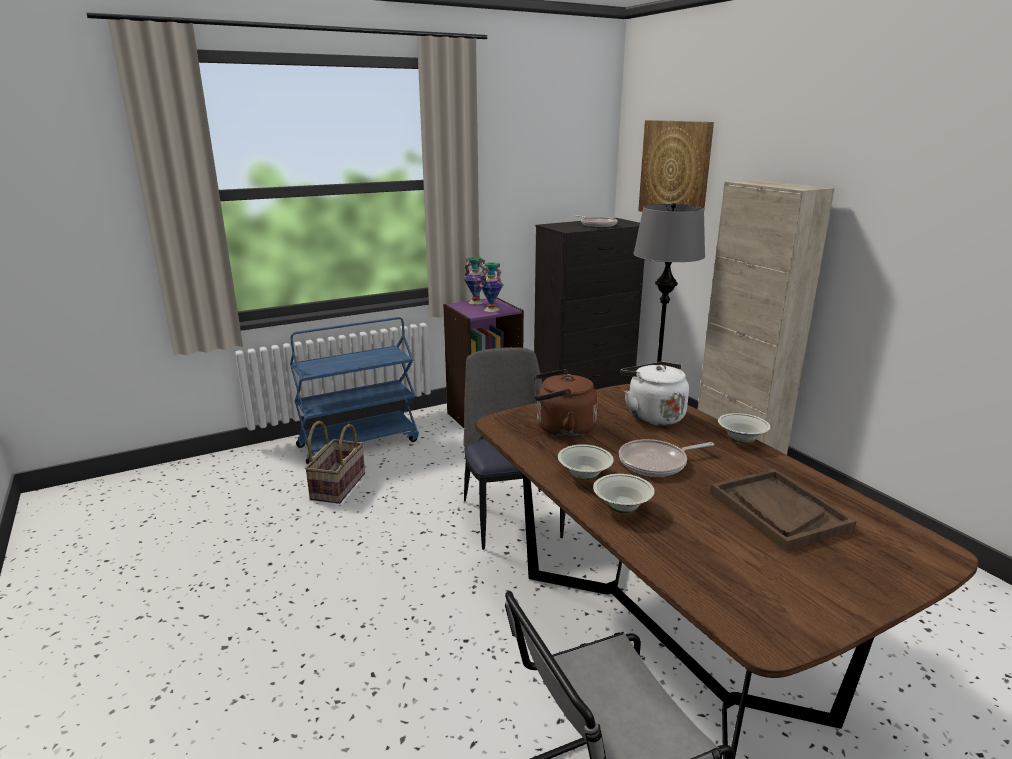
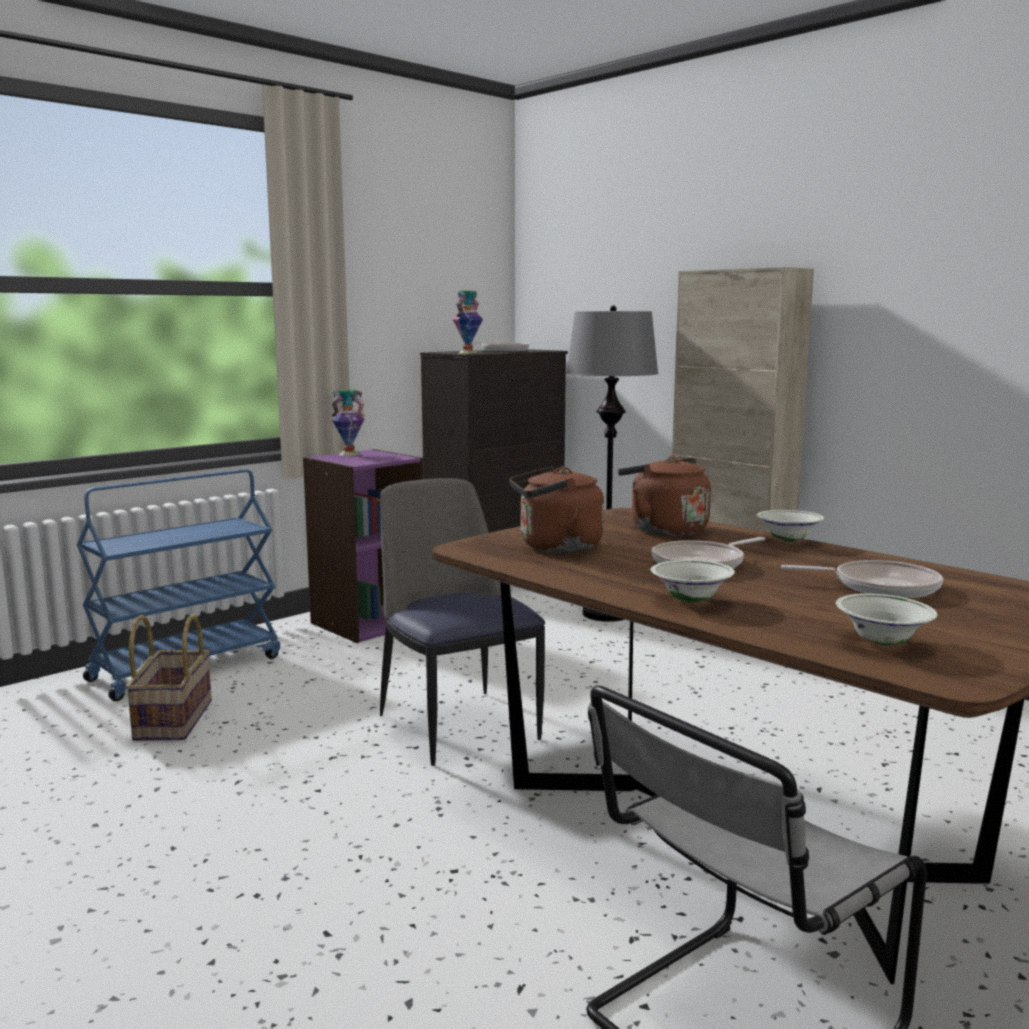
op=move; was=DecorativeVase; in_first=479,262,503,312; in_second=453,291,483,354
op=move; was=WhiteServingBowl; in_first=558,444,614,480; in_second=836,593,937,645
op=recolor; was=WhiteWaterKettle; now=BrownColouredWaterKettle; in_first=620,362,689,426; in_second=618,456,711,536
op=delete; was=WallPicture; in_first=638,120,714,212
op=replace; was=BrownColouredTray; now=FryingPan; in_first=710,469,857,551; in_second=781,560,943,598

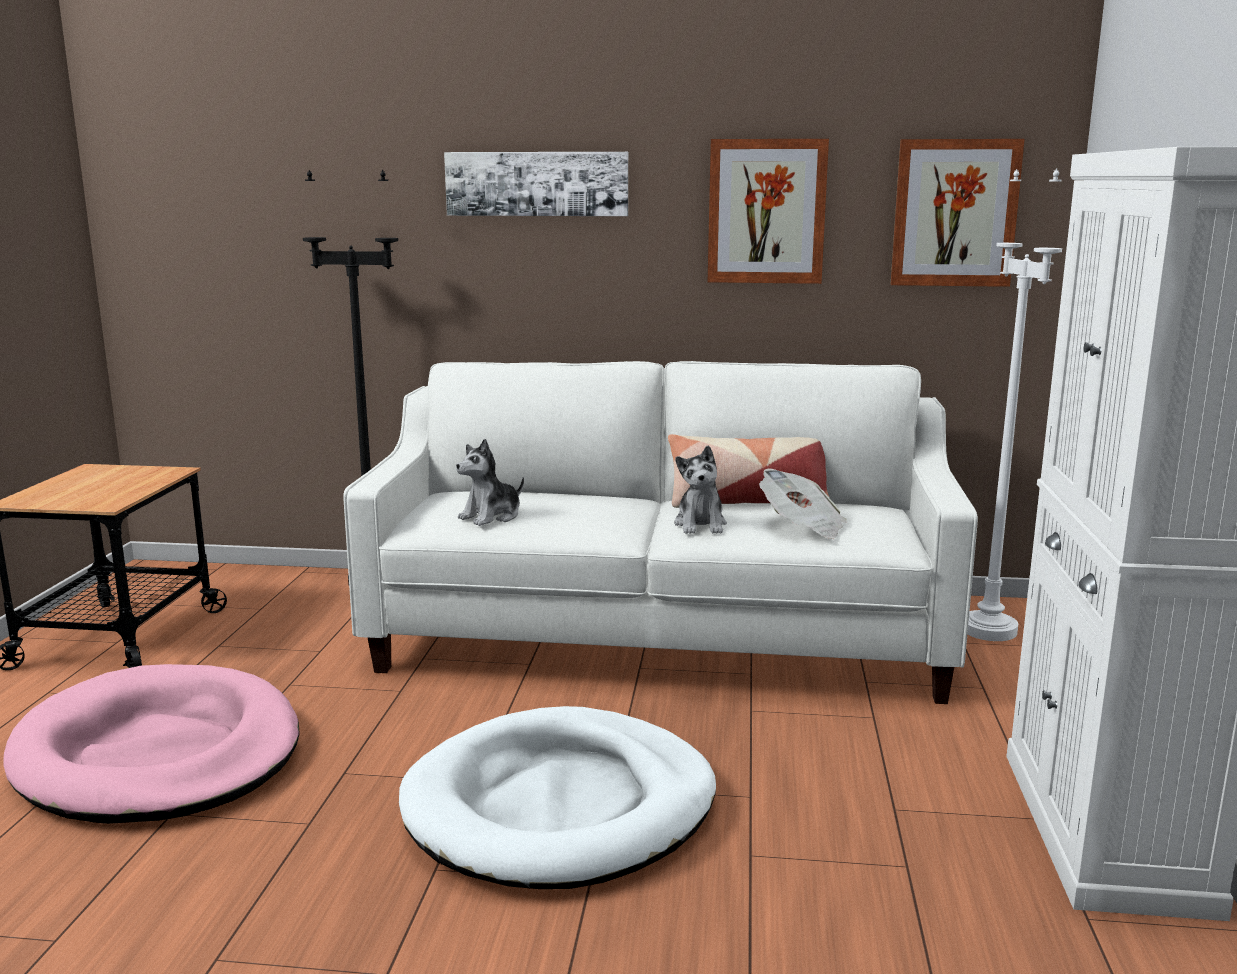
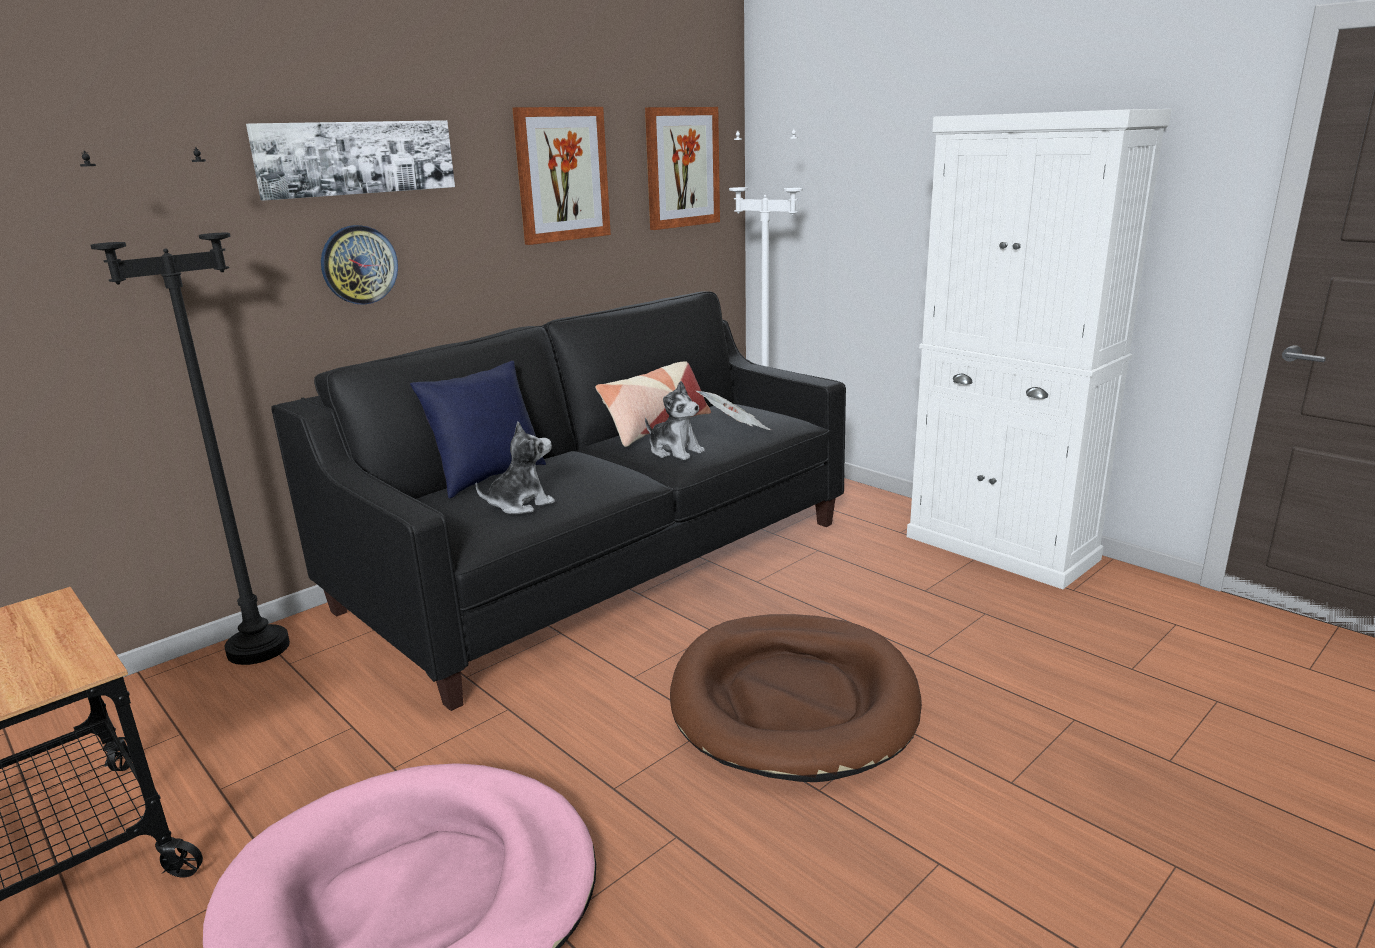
op=recolor; was=WhiteSettee; now=BlackSettee; in_first=343,361,978,704; in_second=271,291,846,711
op=recolor; was=WhitePetBed; now=BrownColouredPetBed; in_first=399,706,716,889; in_second=670,614,922,782
op=rotate; was=SoftToy; in_first=456,439,524,526; in_second=475,422,555,514; clockwise=-120
op=insert; now=WallClock; in_second=321,225,398,305
op=insert; now=BluePillow; in_second=410,361,546,498

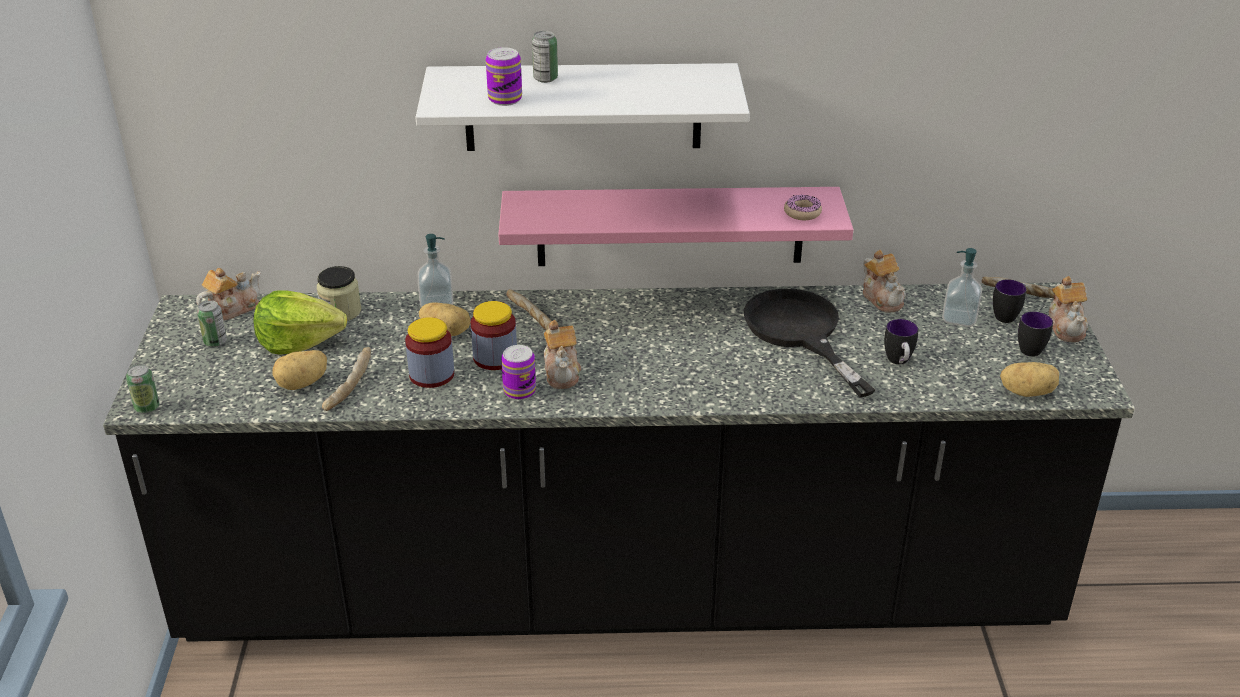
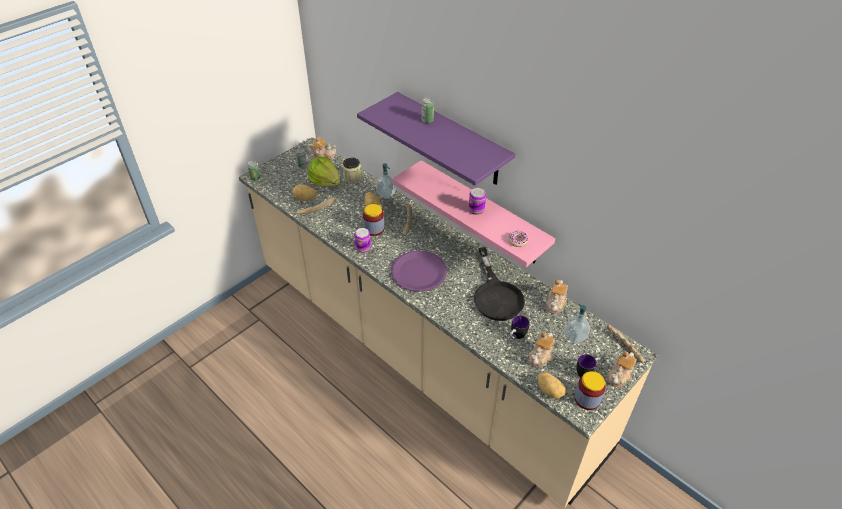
op=recolor; was=BlackKitchenCounter; now=SandColouredKitchenCounter; in_first=103,282,1135,642; in_second=239,137,658,508
op=move; was=PreserveJar; in_first=405,317,454,388; in_second=574,371,606,410
op=recolor; was=WhiteWallShelf; now=PurpleColouredWallShelf; in_first=415,63,750,151; in_second=357,92,515,186
op=move; was=Can; in_first=486,47,522,106; in_second=469,188,486,215
op=move; was=TeaPot; in_first=544,320,581,389; in_second=528,332,555,368
op=rotate; was=BlackFryingPan; in_first=744,289,875,398; in_second=474,247,525,321; clockwise=150
op=delete; was=Mug; in_first=993,279,1027,323
op=insert; now=PurpleColouredPlate; in_second=391,250,447,292

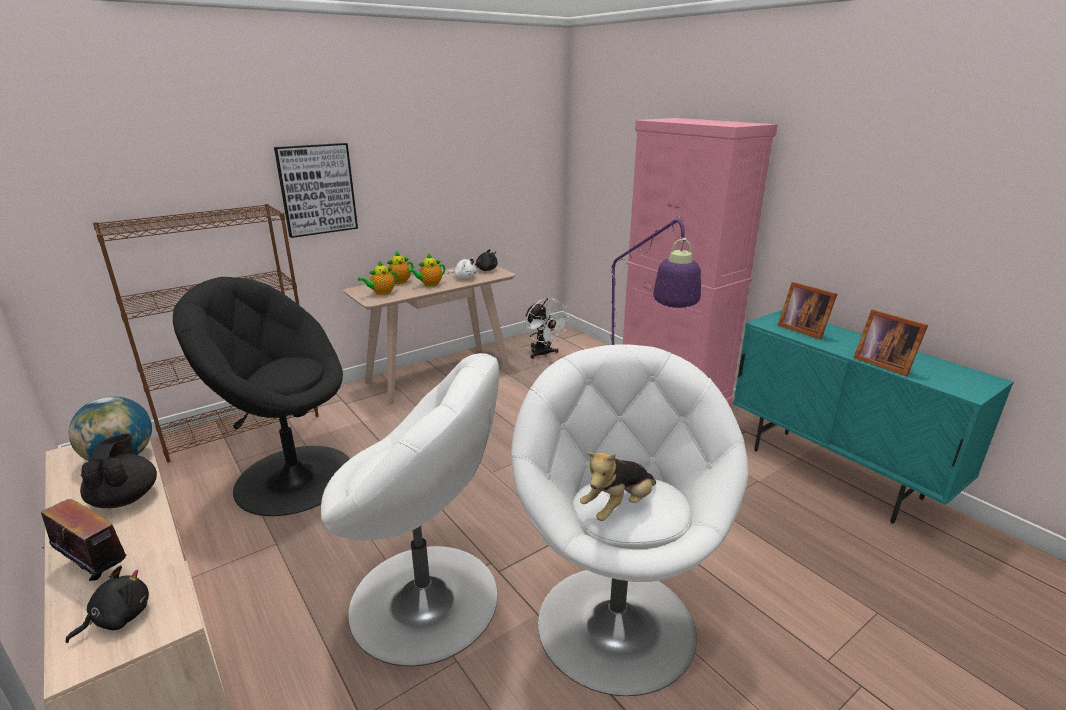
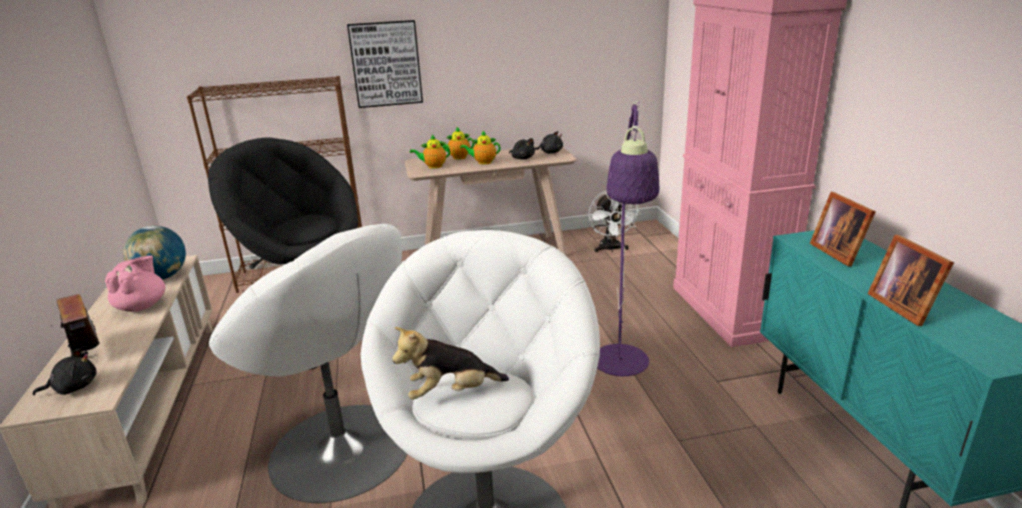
op=recolor; was=BlackTeaPot; now=PinkColouredTeaPot; in_first=80,434,157,508; in_second=105,256,165,312
op=recolor; was=WhiteSoftToy; now=BlackSoftToy; in_first=448,257,477,279; in_second=509,138,535,159

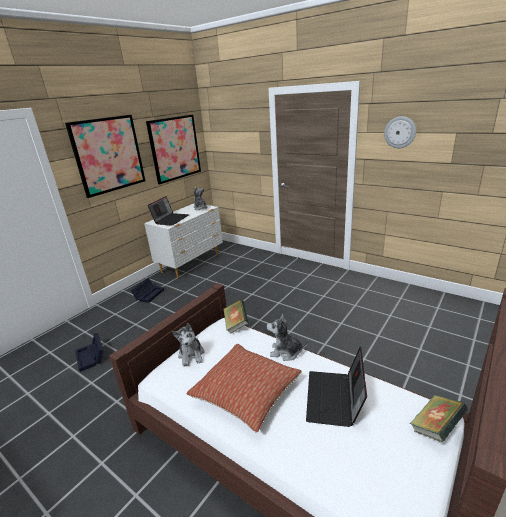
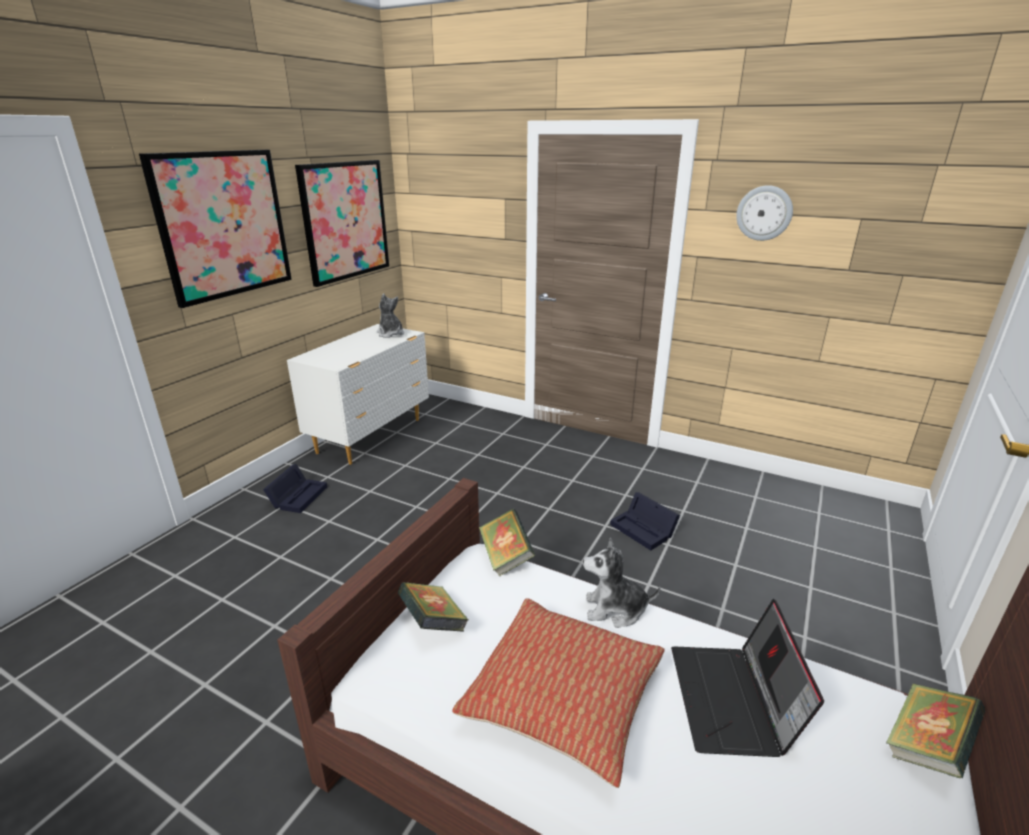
op=move; was=BlackStorageBox; in_first=75,333,104,372; in_second=610,492,680,550
op=delete; was=NotebookComputer; in_first=148,196,189,226
op=replace; was=SoftToy; now=Volume; in_first=172,323,205,367; in_second=398,582,468,632

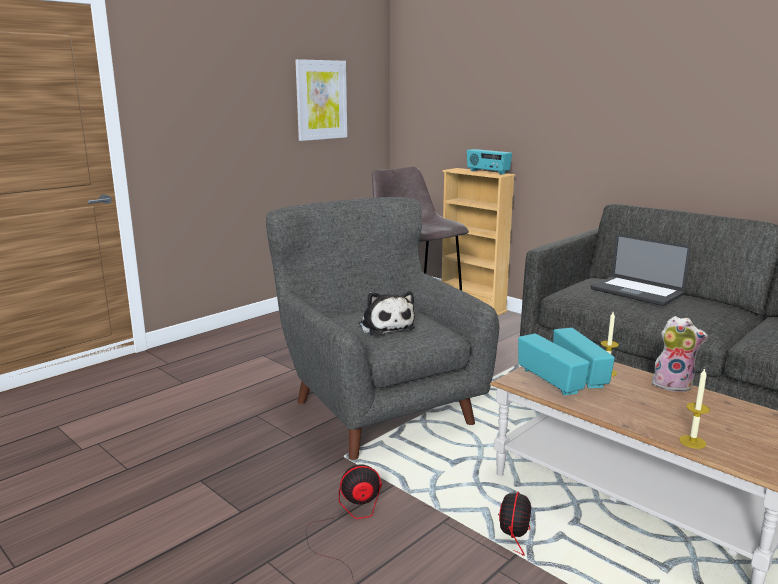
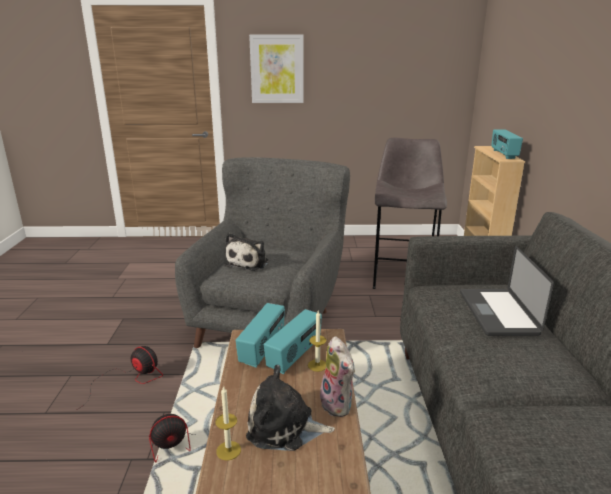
op=move; was=WallPicture; in_first=295,59,347,141; in_second=249,34,304,103
op=insert; now=SoftToy; in_second=246,365,335,451

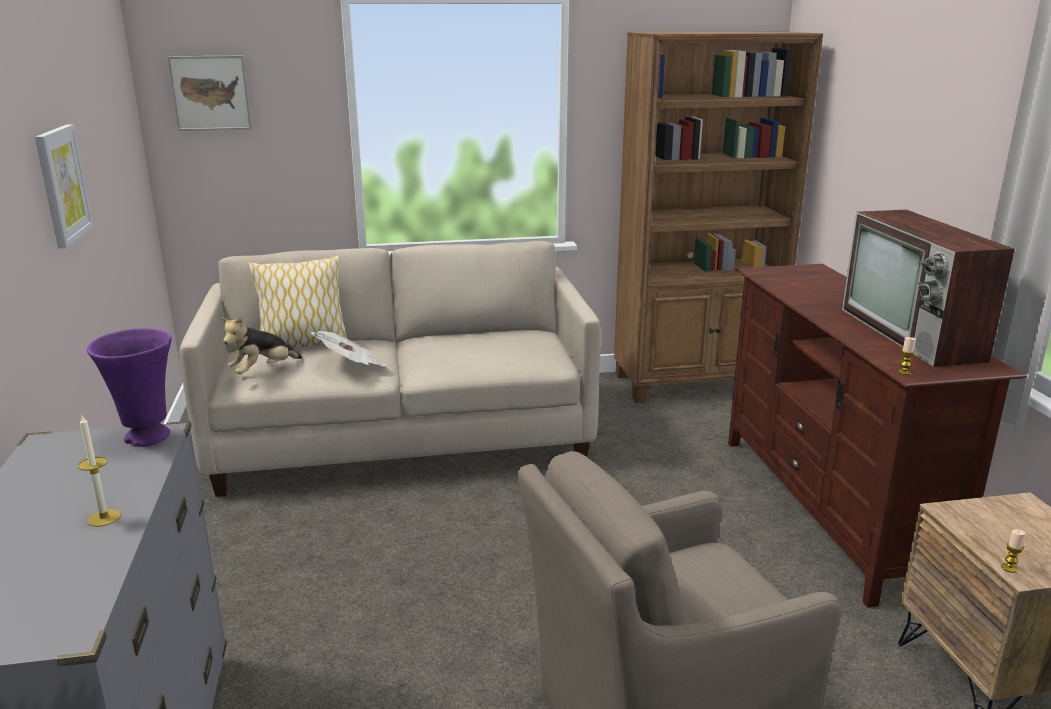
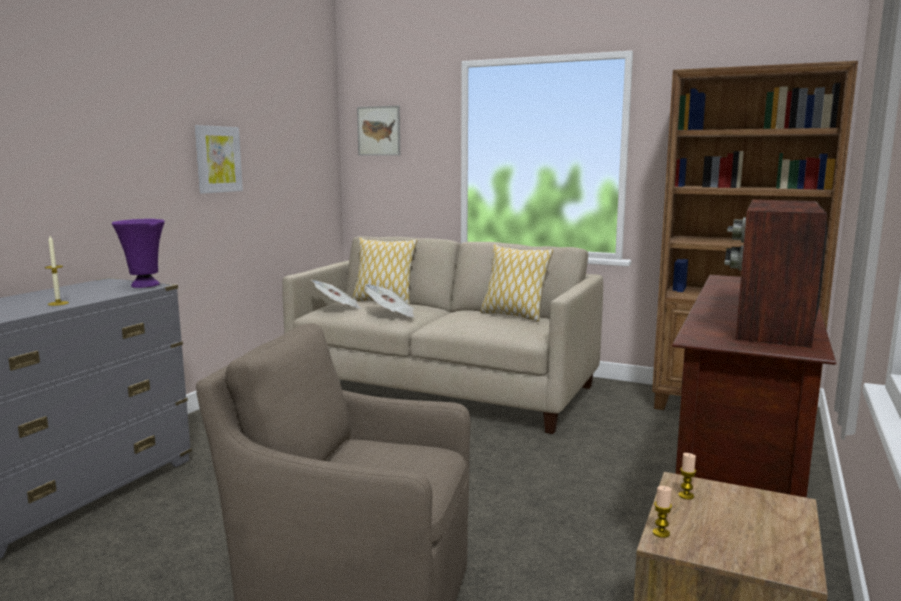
op=replace; was=SoftToy; now=Newspaper; in_first=220,317,302,374; in_second=311,280,361,309
op=move; was=Candle; in_first=898,337,916,375; in_second=678,453,696,500
op=insert; now=Pillow; in_second=480,245,553,322

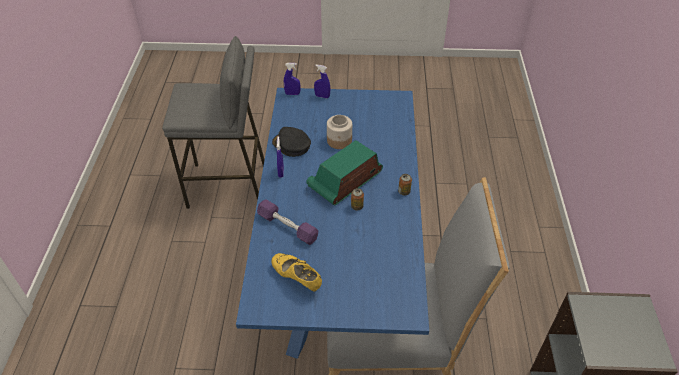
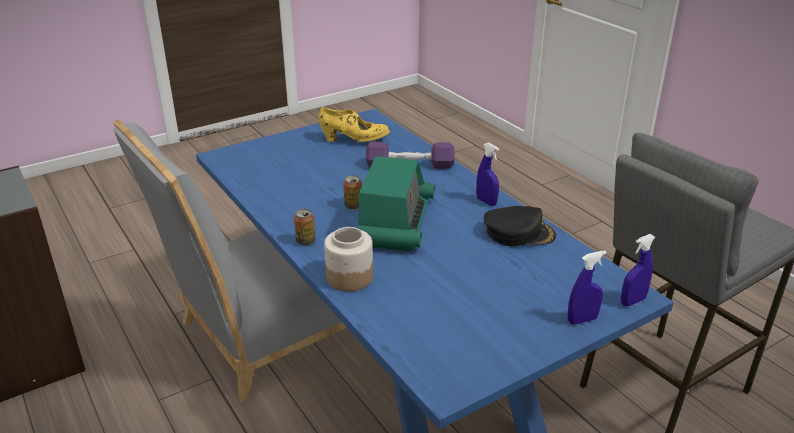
op=move; was=PreserveJar; in_first=327,115,352,149; in_second=324,227,373,291

